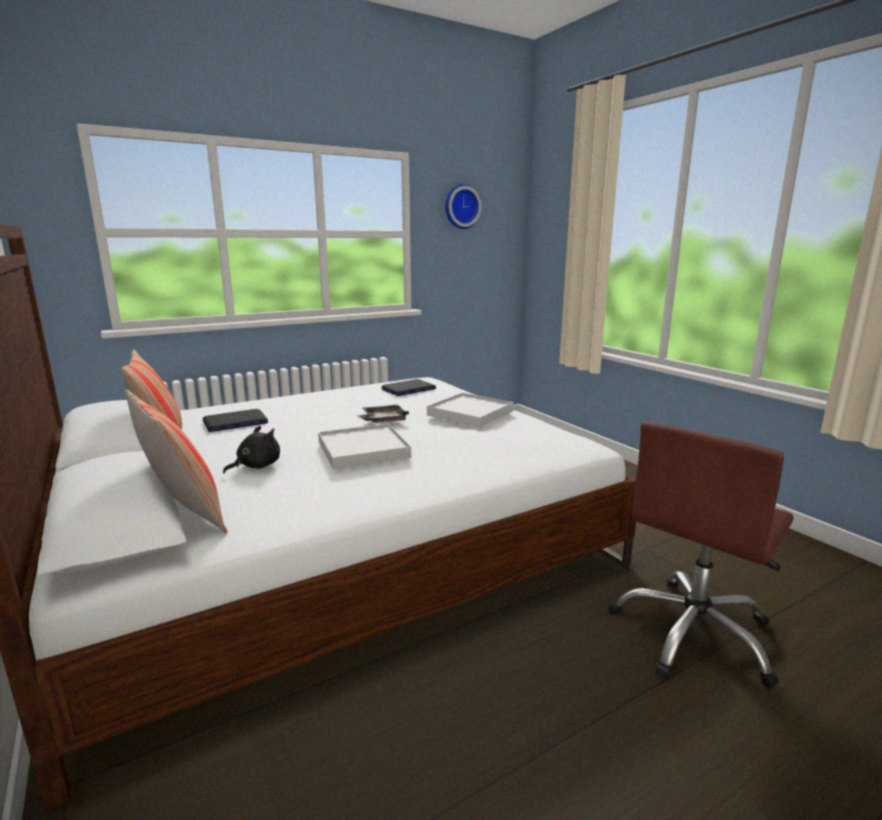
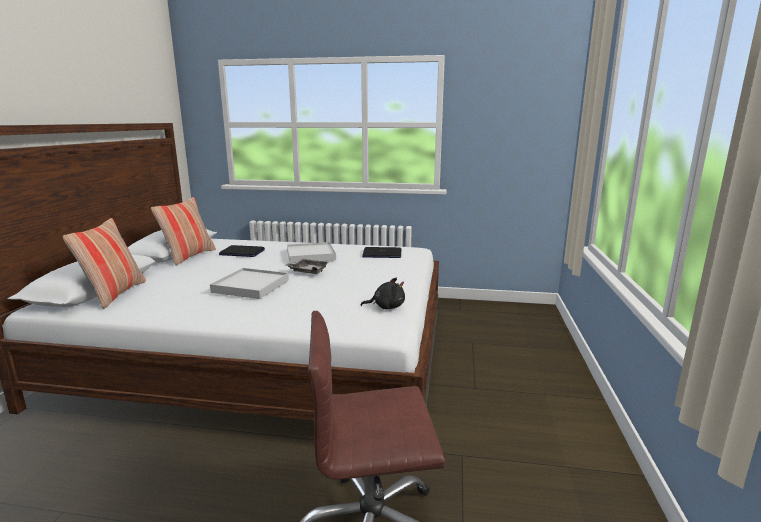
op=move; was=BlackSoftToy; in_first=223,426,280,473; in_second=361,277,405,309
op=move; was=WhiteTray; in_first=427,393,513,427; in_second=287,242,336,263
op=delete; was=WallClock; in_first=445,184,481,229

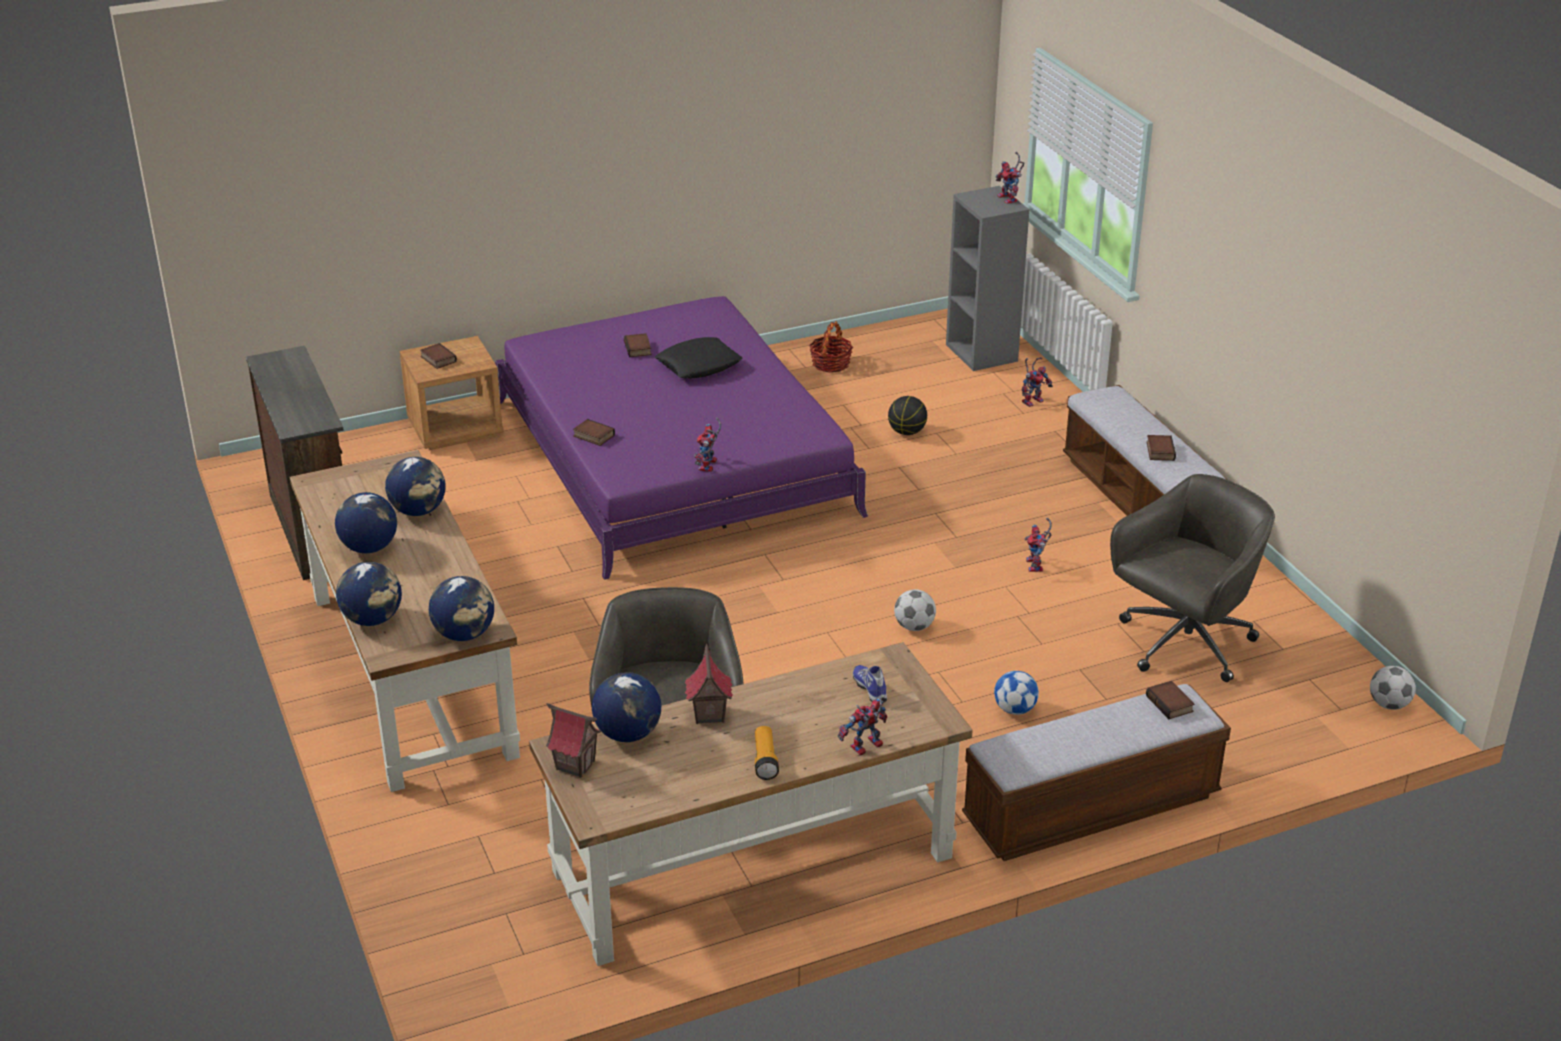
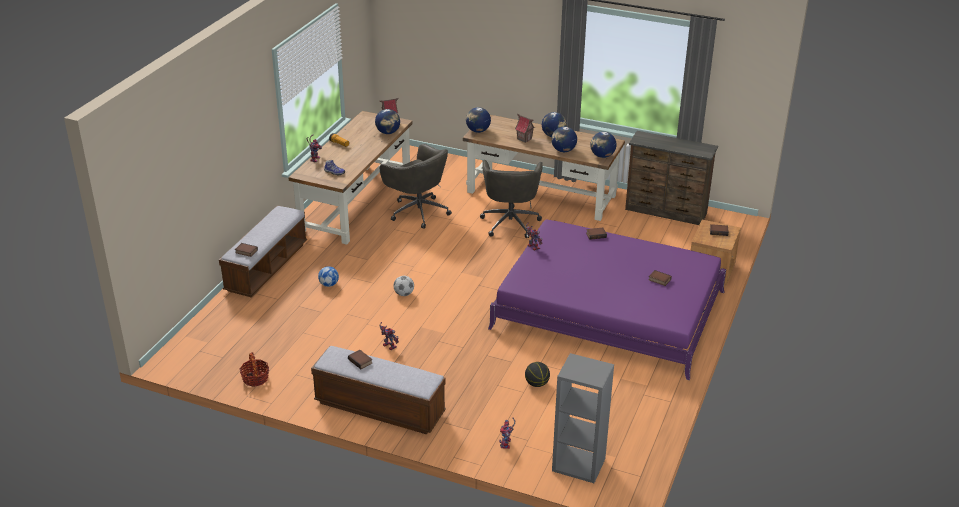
op=move; was=Globe; in_first=336,562,402,626; in_second=590,132,617,158
op=delete; was=BlackPillow; in_first=655,337,743,379
op=move; was=ToyHouse; in_first=685,644,733,724; in_second=515,114,535,143
op=move; was=StorageBasket; in_first=809,321,853,372; in_second=239,352,269,387
op=delete; was=RobotFigure; in_first=995,152,1024,204
op=move; was=GreyishOfficeChair; in_first=1110,474,1275,682; in_second=480,160,543,238
op=delete; was=FootballBall; in_first=1370,666,1416,710

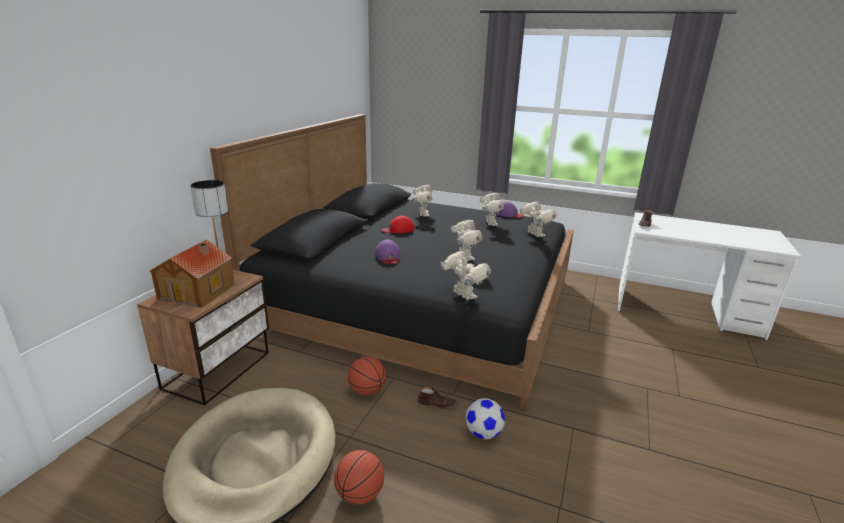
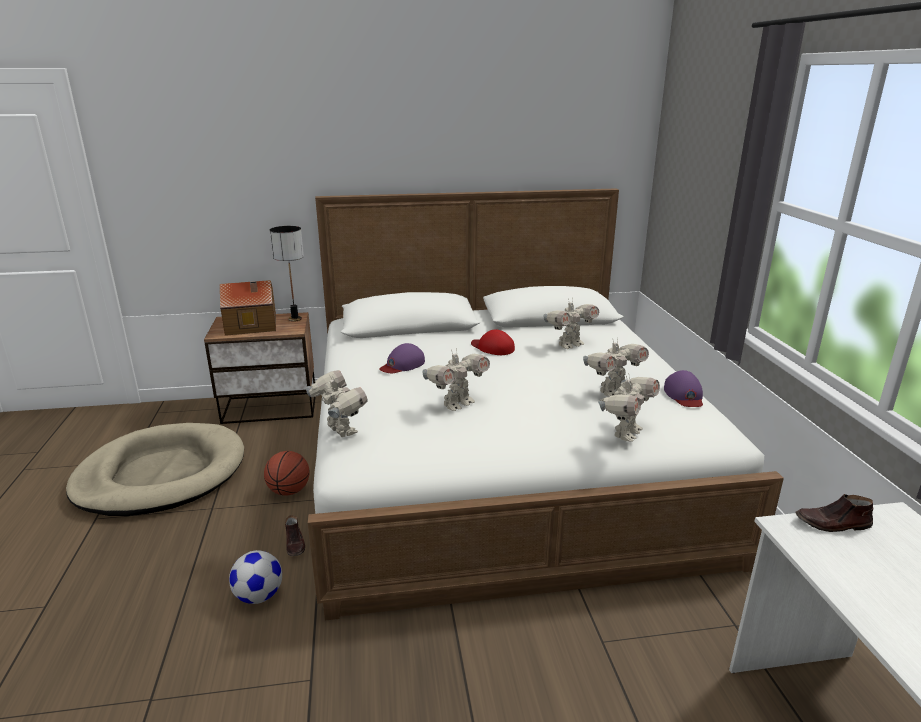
op=recolor; was=BlackBed; now=WhiteBed; in_first=210,114,574,410; in_second=308,189,784,620
op=delete; was=Basketball; in_first=334,450,384,505
op=rotate; was=RobotFigure; in_first=441,251,491,300; in_second=306,370,368,437; clockwise=-60

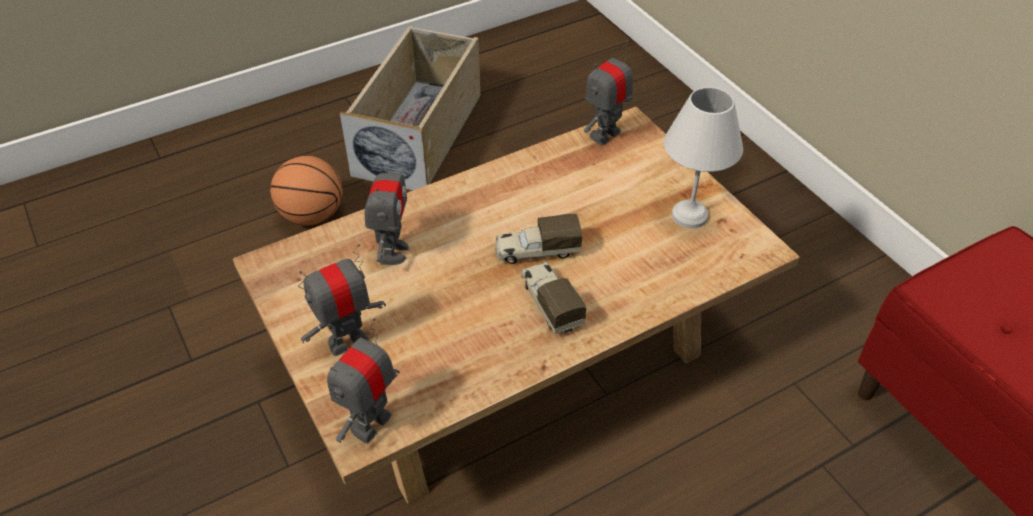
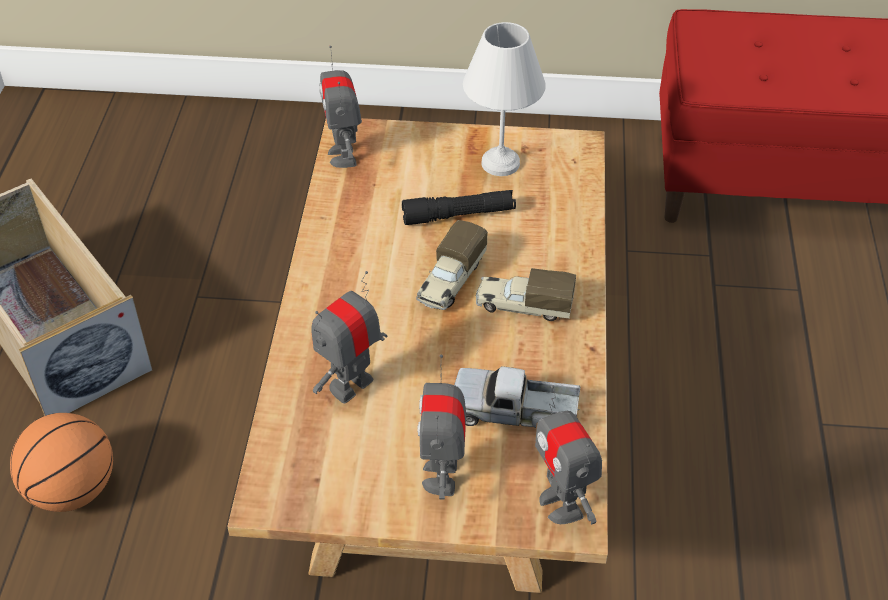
op=rotate; was=RobotFigure; in_first=365,152,409,265; in_second=311,271,388,404; clockwise=-90
op=insert; now=BlackTorch; in_second=402,190,516,225
op=insert; now=ToyLorry; in_second=454,366,580,428

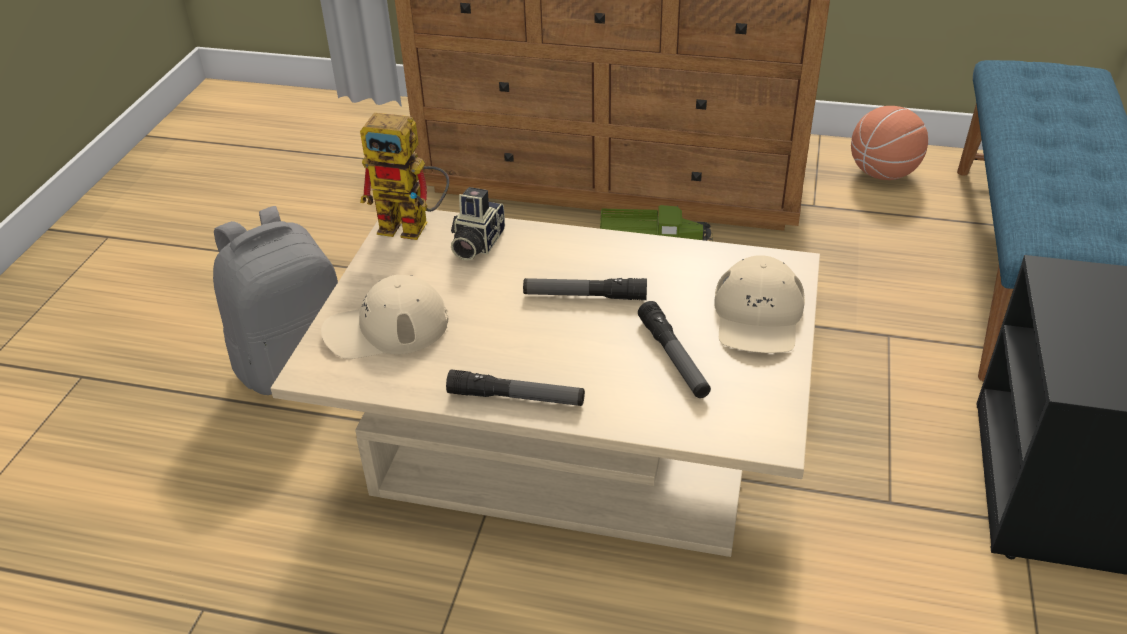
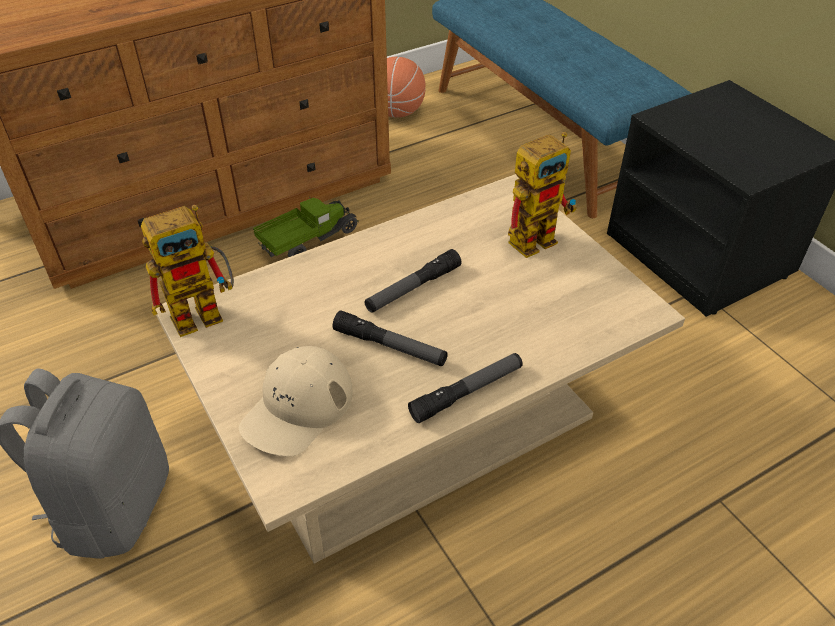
op=delete; was=PhotoCamera; in_first=451,187,505,261
op=move; was=Torch; in_first=638,301,711,398; in_second=333,310,448,366
op=replace; was=SandColouredBaseballCap; now=RobotFigure; in_first=714,255,805,353; in_second=508,132,577,258

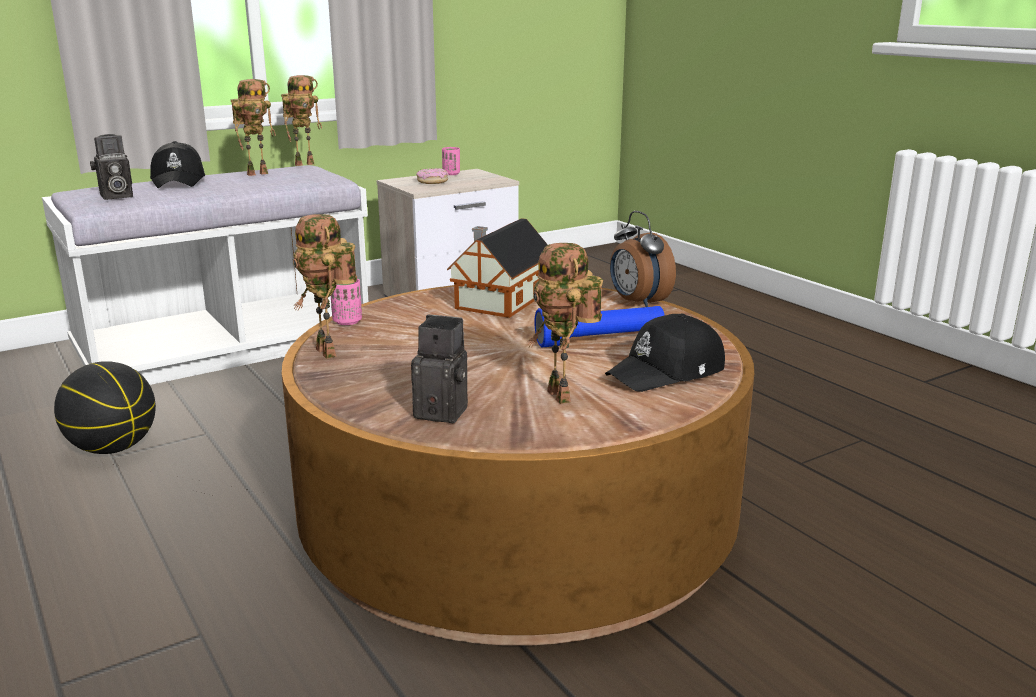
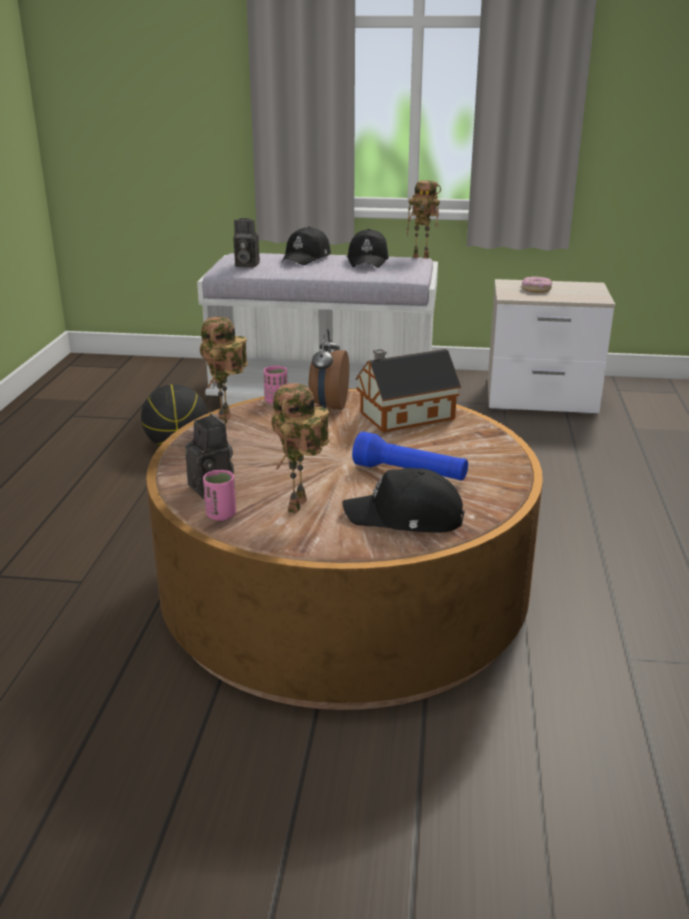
op=replace; was=RobotFigure; now=BlackBaseballCap; in_first=231,79,276,176; in_second=347,229,389,268
op=move; was=PinkColouredCup; in_first=442,147,460,175; in_second=203,470,236,521
op=move; was=TableClock; in_first=610,211,676,307; in_second=309,329,349,410

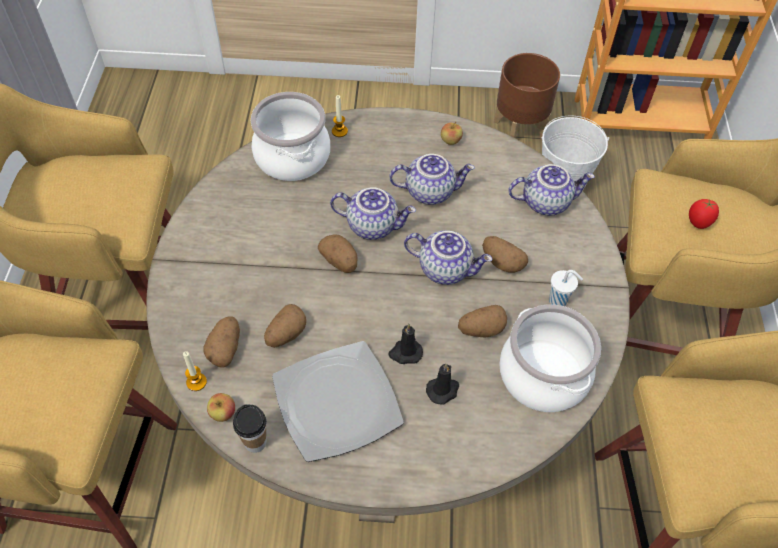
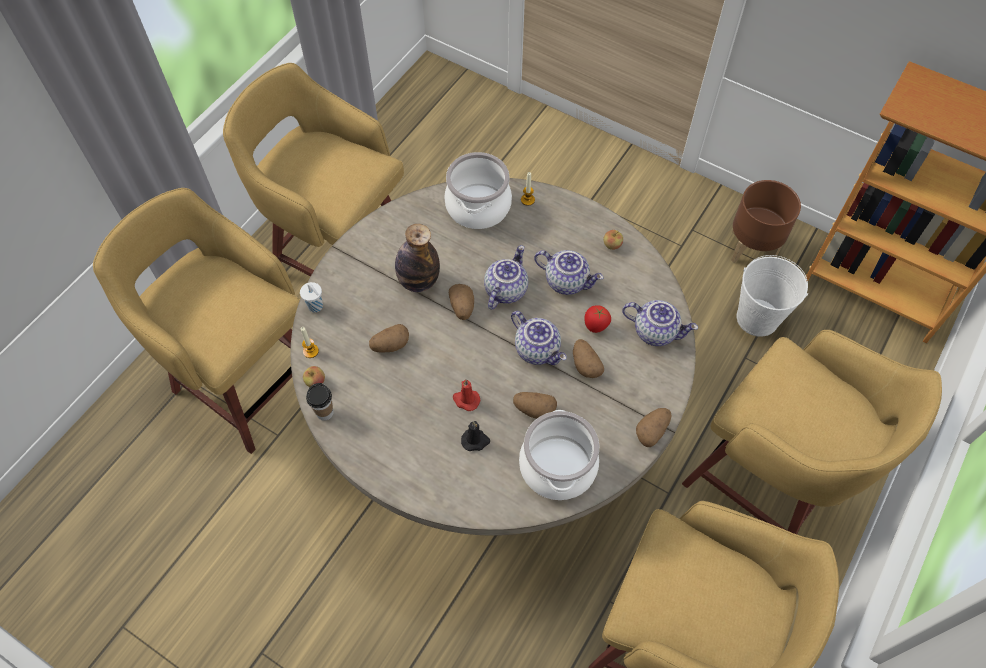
op=move; was=Spud; in_first=203,316,240,367; in_second=636,408,672,447
op=delete; was=Plate; in_first=272,341,404,462
op=rotate; was=TeaPot; in_first=330,187,416,240; in_second=484,245,528,310; clockwise=-105
op=recolor; was=BlackCandle; now=RedCandle; in_first=388,324,423,364; in_second=453,380,481,411
op=move; was=WhiteCup; in_first=549,270,583,306; in_second=300,282,323,312
op=move; was=WholeTomato; in_first=689,199,719,229; in_second=584,305,611,333
op=insert; now=DrinkBottle; in_second=395,224,440,292

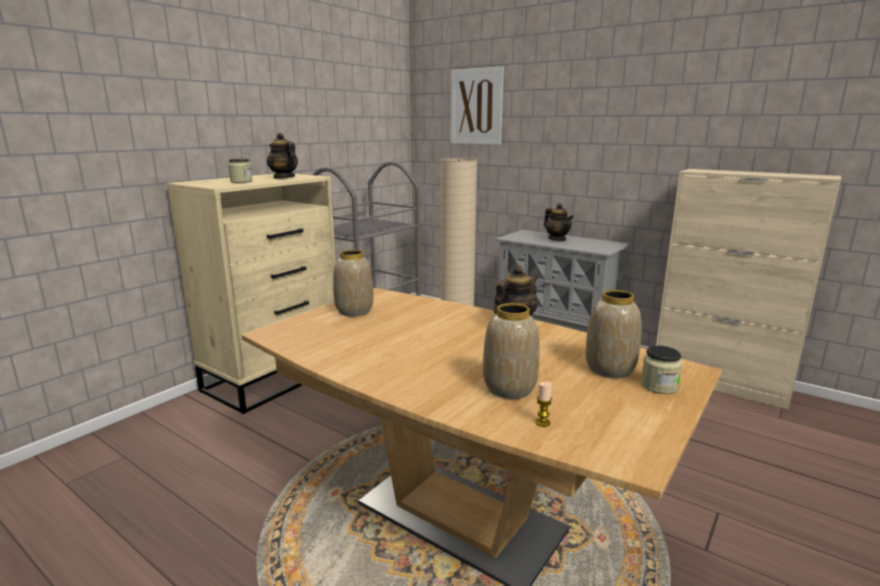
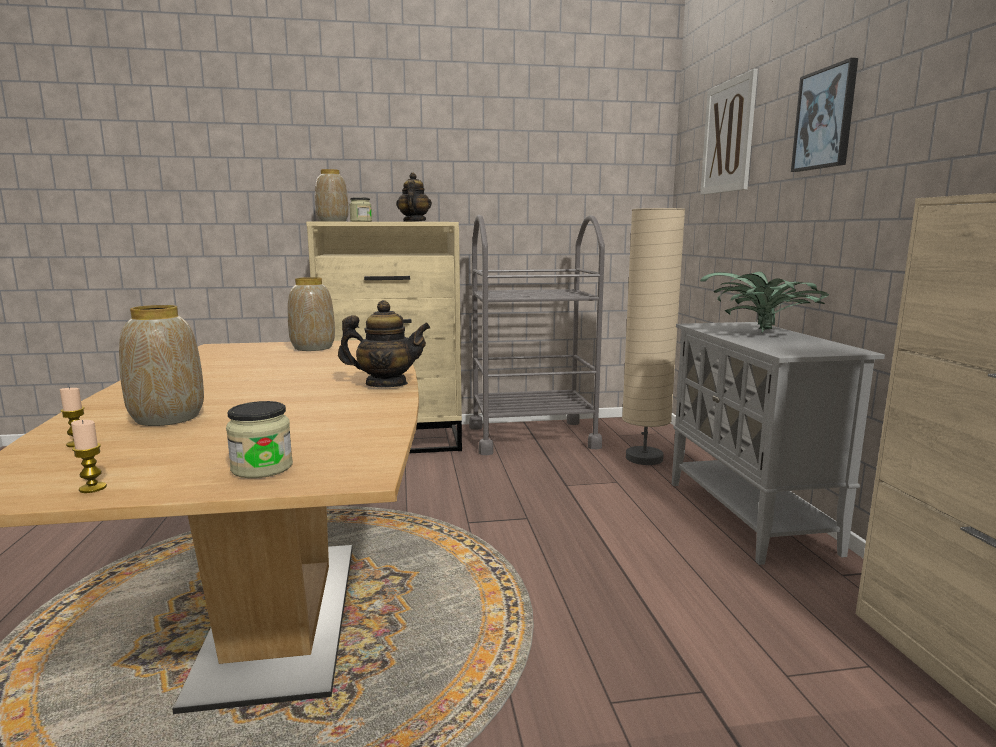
op=replace; was=TeaPot; now=PlantInAPot; in_first=544,203,574,241; in_second=700,272,829,332
op=move; was=DecorativeVase; in_first=585,290,642,378; in_second=315,169,349,222
op=insert; now=Candle; in_second=71,420,107,493
op=insert; now=WallPicture; in_second=791,58,858,172

